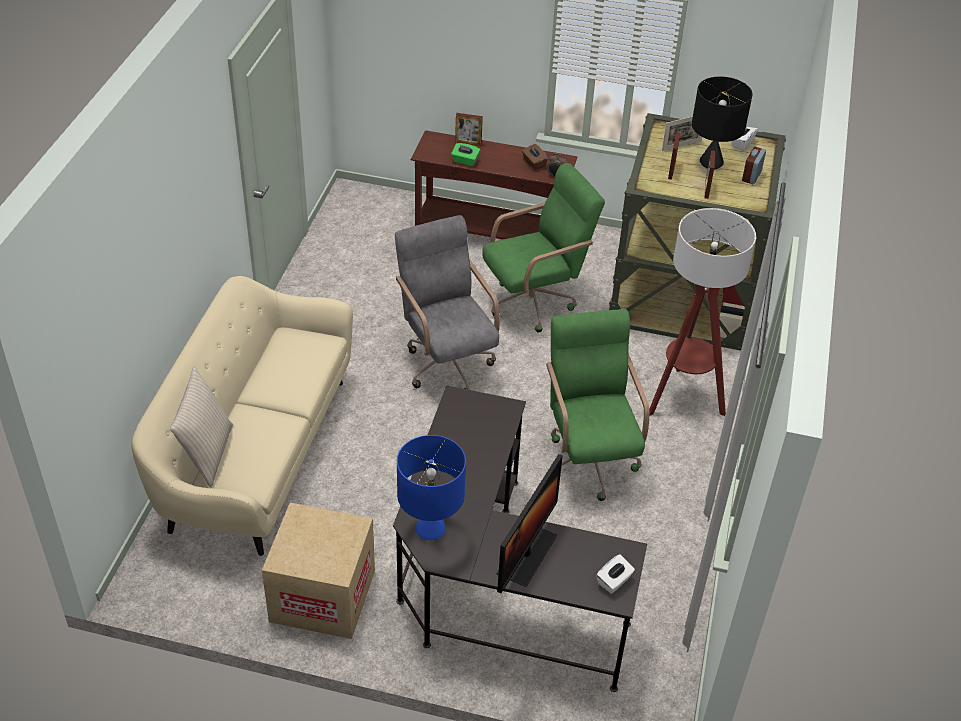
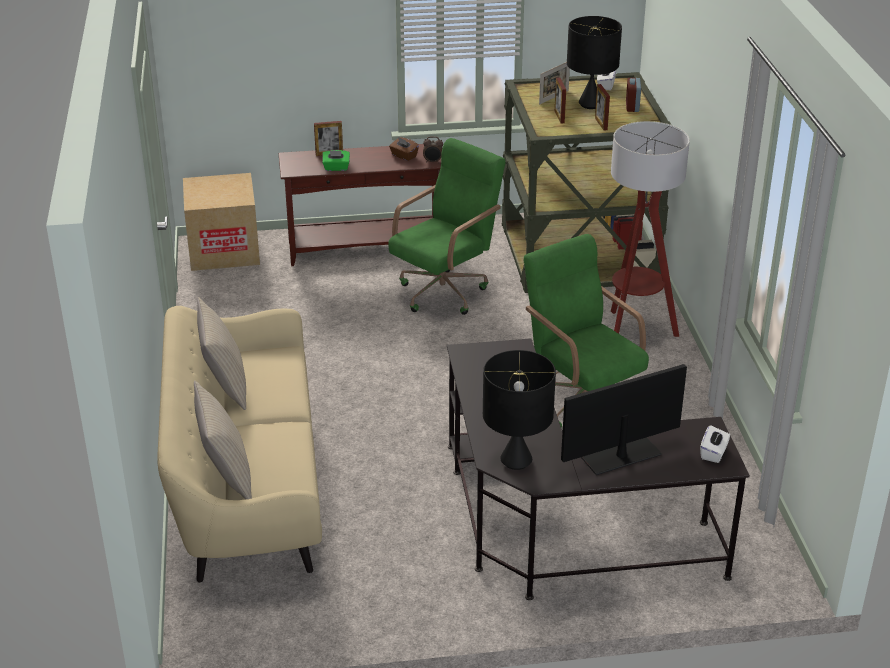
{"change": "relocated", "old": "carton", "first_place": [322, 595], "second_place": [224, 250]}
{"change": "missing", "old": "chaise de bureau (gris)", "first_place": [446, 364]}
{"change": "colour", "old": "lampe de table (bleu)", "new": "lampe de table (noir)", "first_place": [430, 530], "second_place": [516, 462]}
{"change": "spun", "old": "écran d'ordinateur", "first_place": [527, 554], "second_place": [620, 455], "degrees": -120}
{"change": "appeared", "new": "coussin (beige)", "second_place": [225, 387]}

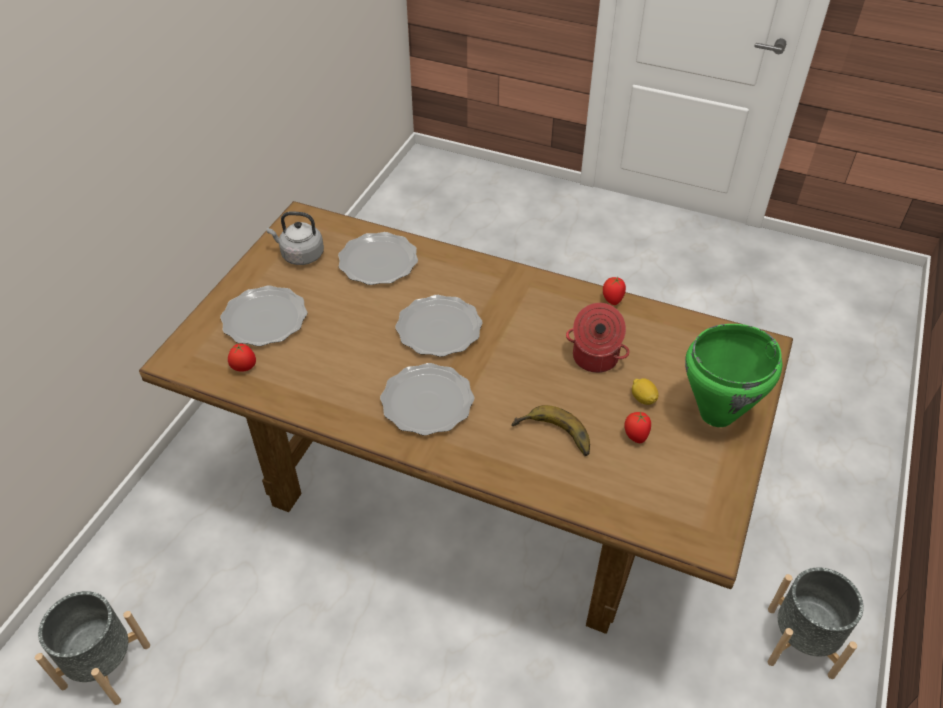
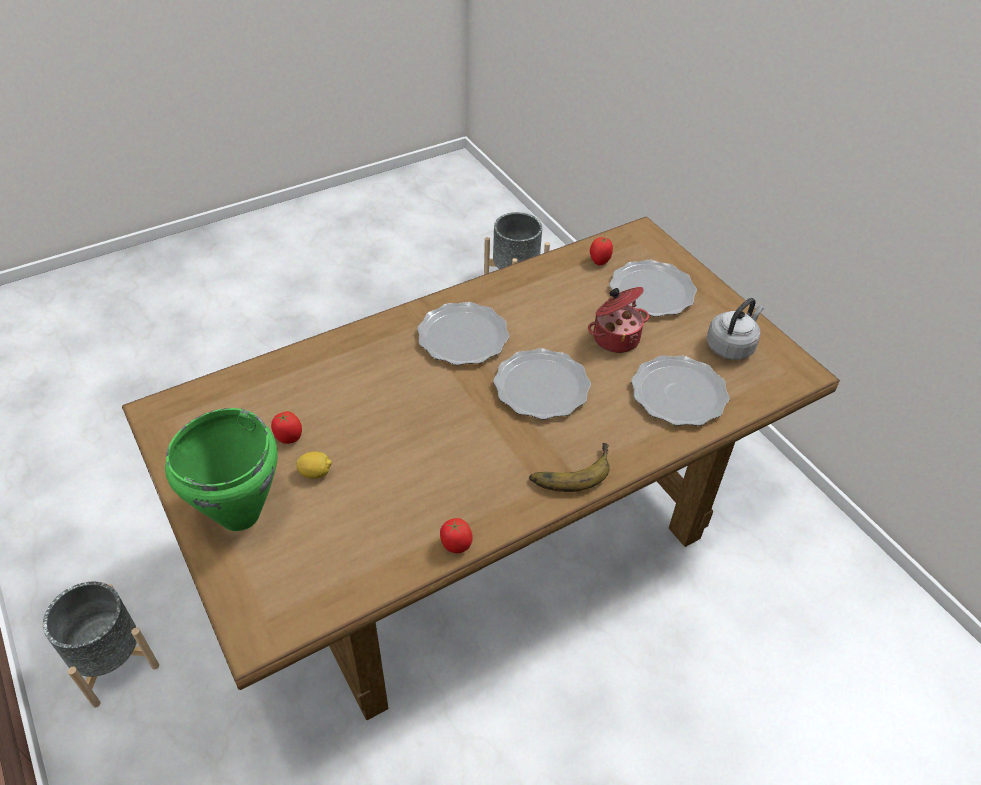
{"change": "relocated", "old": "banane", "first_place": [552, 438], "second_place": [569, 469]}
{"change": "relocated", "old": "marmite", "first_place": [594, 358], "second_place": [615, 337]}

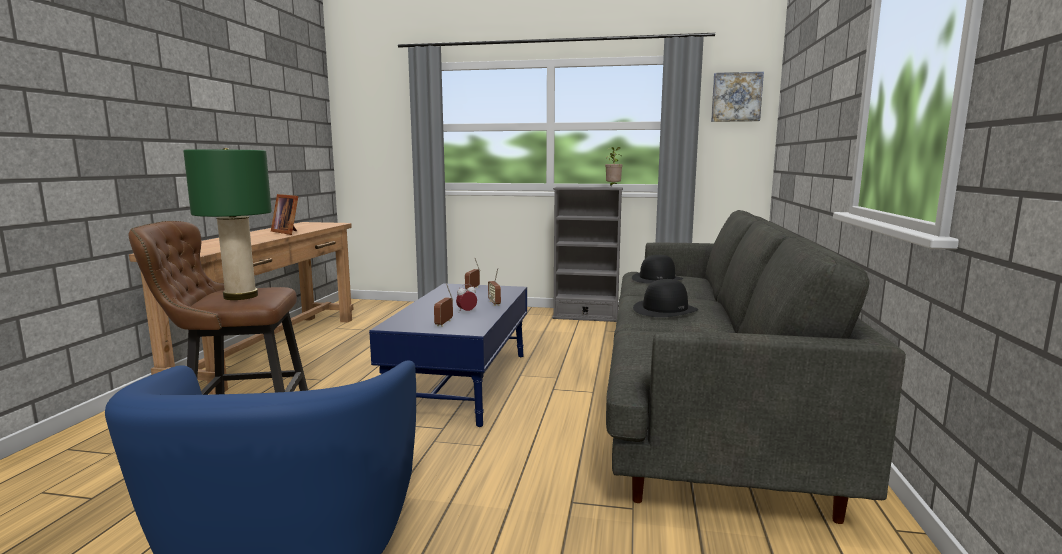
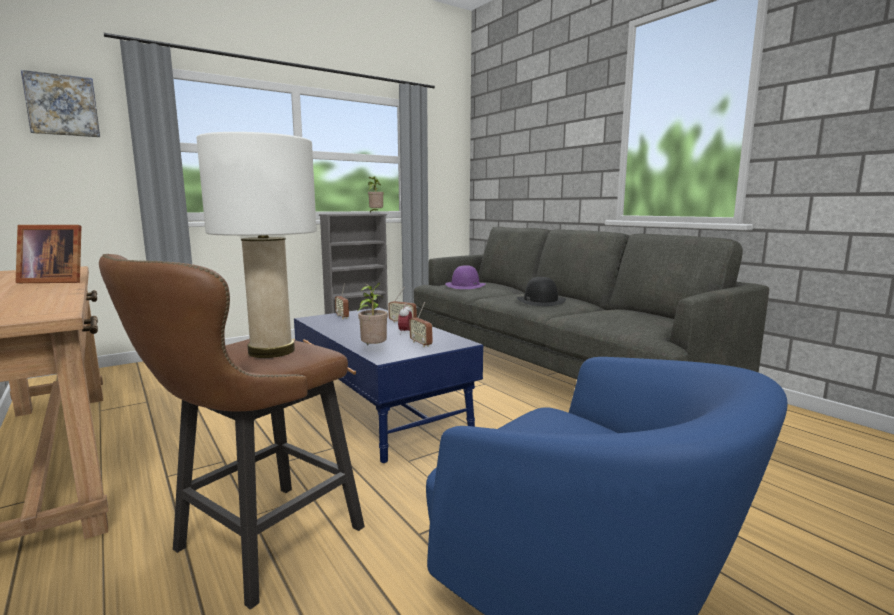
{"change": "colour", "old": "lampe de table (vert)", "new": "lampe de table (blanc)", "first_place": [241, 296], "second_place": [272, 351]}
{"change": "colour", "old": "chapeau (noir)", "new": "chapeau (violet)", "first_place": [657, 279], "second_place": [465, 285]}
{"change": "relocated", "old": "tableau", "first_place": [736, 97], "second_place": [62, 105]}
{"change": "appeared", "new": "plante en pot", "second_place": [373, 350]}

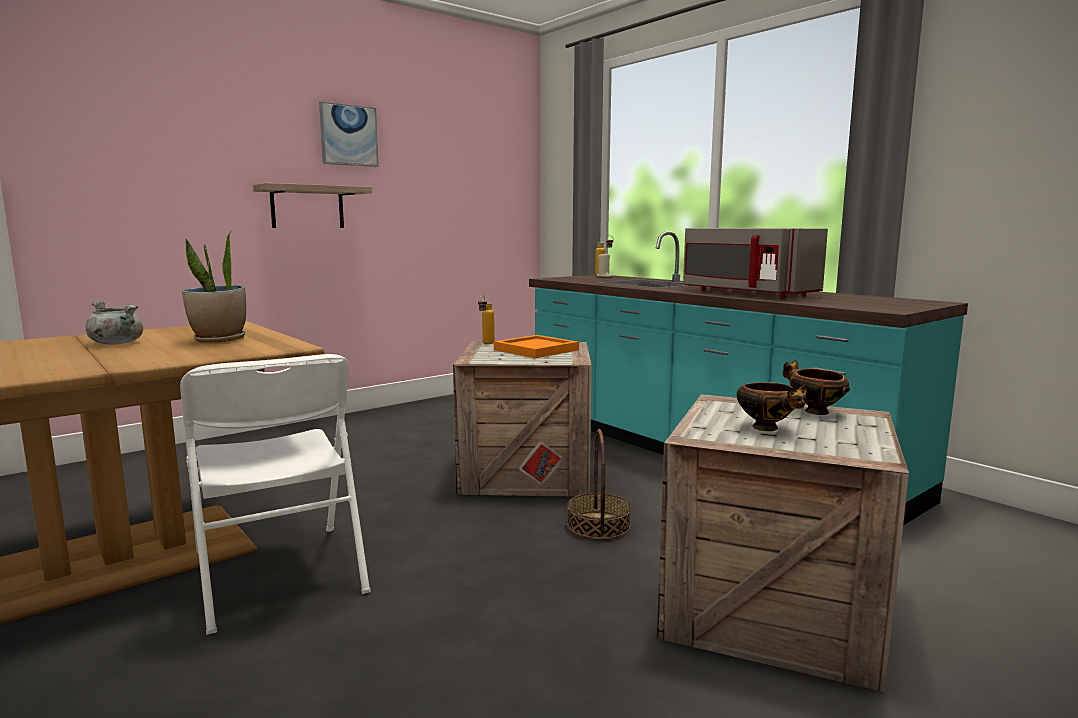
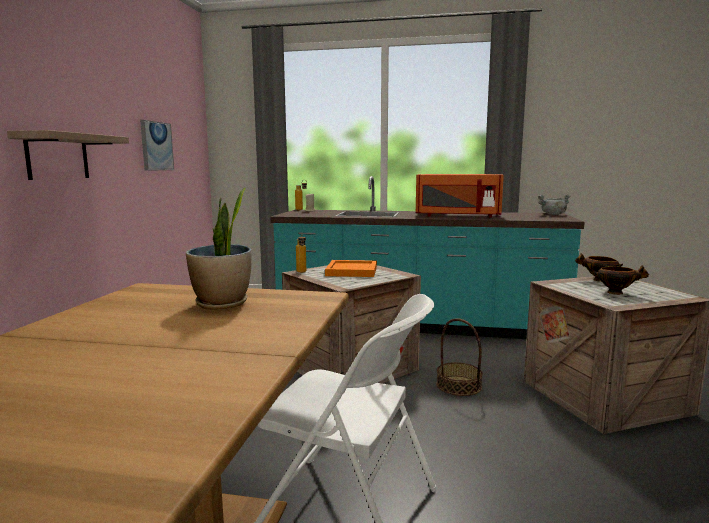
{"change": "relocated", "old": "marmite (gris)", "first_place": [116, 343], "second_place": [553, 214]}
{"change": "relocated", "old": "tableau", "first_place": [348, 135], "second_place": [156, 146]}
{"change": "colour", "old": "micro-ondes (gris)", "new": "micro-ondes (orange)", "first_place": [745, 293], "second_place": [457, 216]}

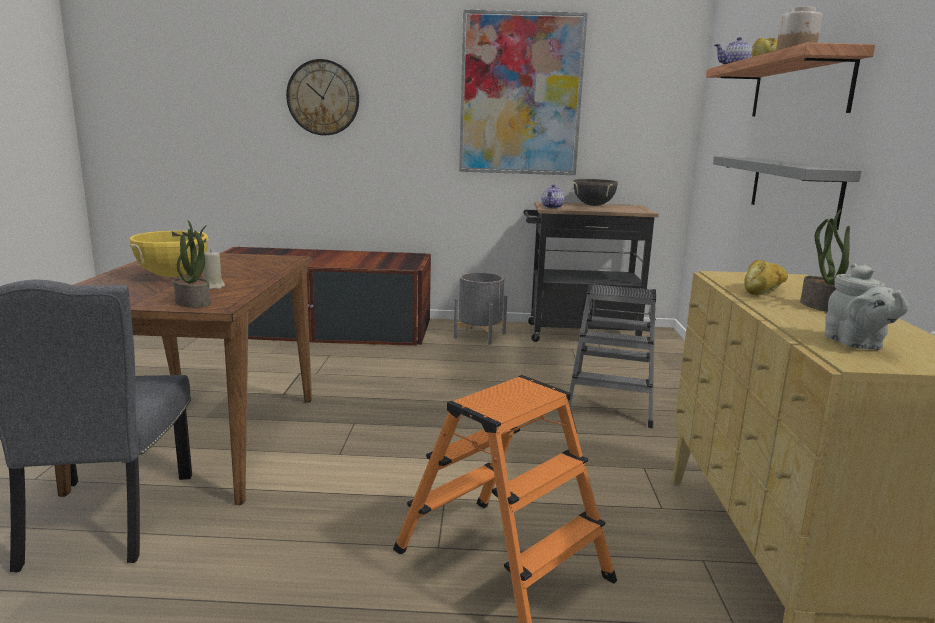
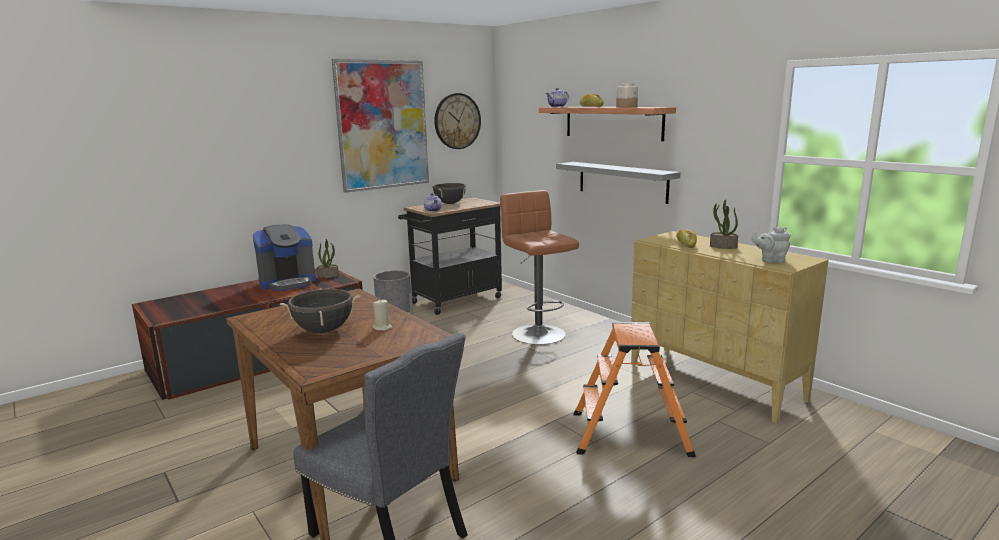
{"change": "colour", "old": "marmite (jaune)", "new": "marmite (noir)", "first_place": [173, 276], "second_place": [323, 331]}
{"change": "relocated", "old": "plante en pot", "first_place": [194, 302], "second_place": [328, 276]}
{"change": "relocated", "old": "horloge murale", "first_place": [323, 97], "second_place": [457, 121]}
{"change": "exchanged", "old": "escabeau (gris)", "new": "tabouret (marron)", "first_place": [611, 398], "second_place": [538, 334]}
{"change": "spun", "old": "théière (gris)", "first_place": [856, 344], "second_place": [770, 260], "degrees": 150}
{"change": "appeared", "new": "machine à café", "second_place": [288, 282]}

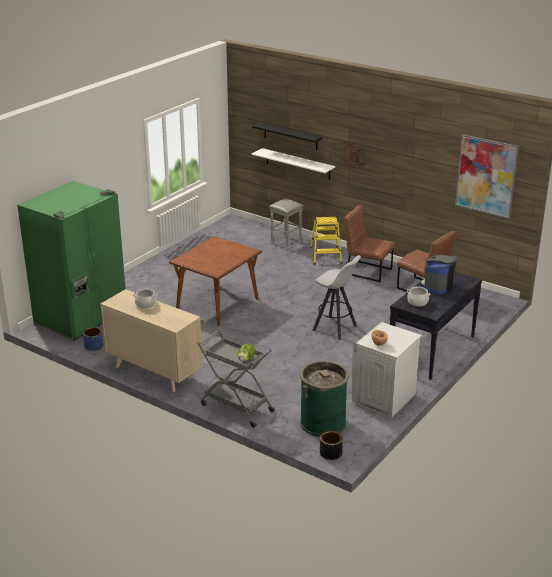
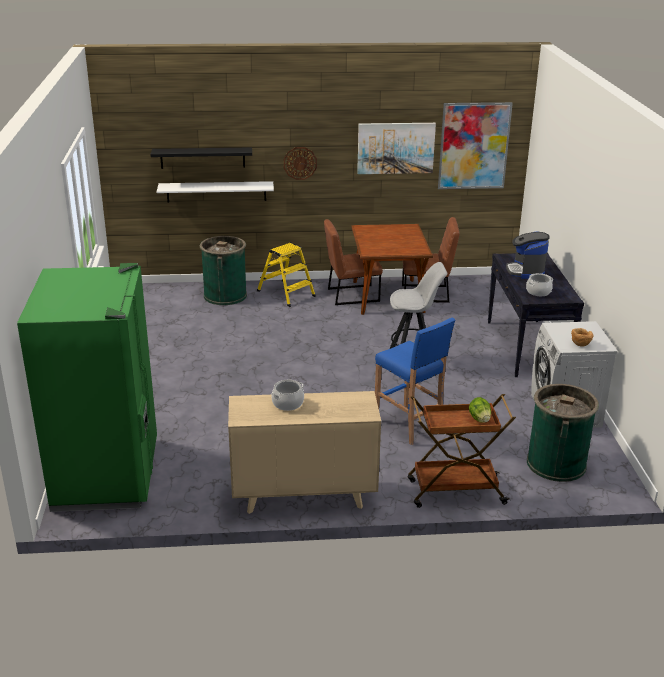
{"change": "missing", "old": "cache-pot (bleu)", "first_place": [93, 346]}
{"change": "relocated", "old": "table à manger (marron)", "first_place": [217, 304], "second_place": [388, 297]}
{"change": "colour", "old": "chariot (gris)", "new": "chariot (marron)", "first_place": [236, 408], "second_place": [455, 492]}
{"change": "exchanged", "old": "tabouret (gris)", "new": "poubelle (vert)", "first_place": [285, 243], "second_place": [225, 295]}
{"change": "missing", "old": "cache-pot (noir)", "first_place": [330, 453]}
{"change": "appeared", "new": "tableau", "second_place": [395, 148]}
{"change": "appeared", "new": "tabouret (bleu)", "second_place": [409, 426]}

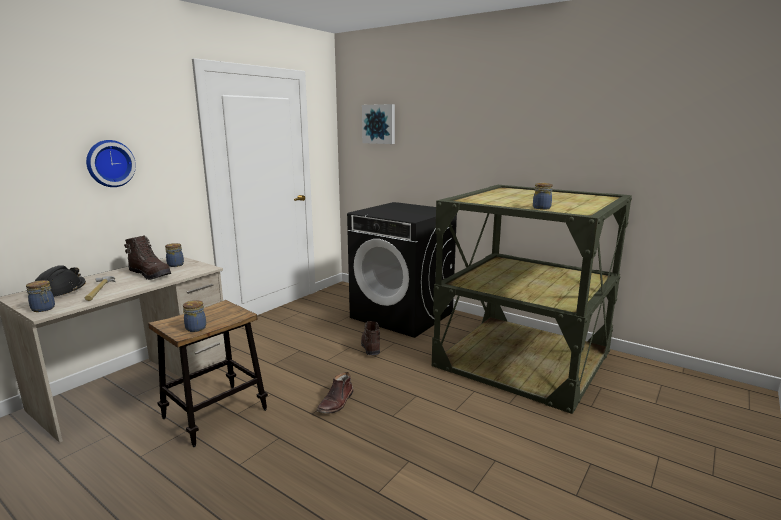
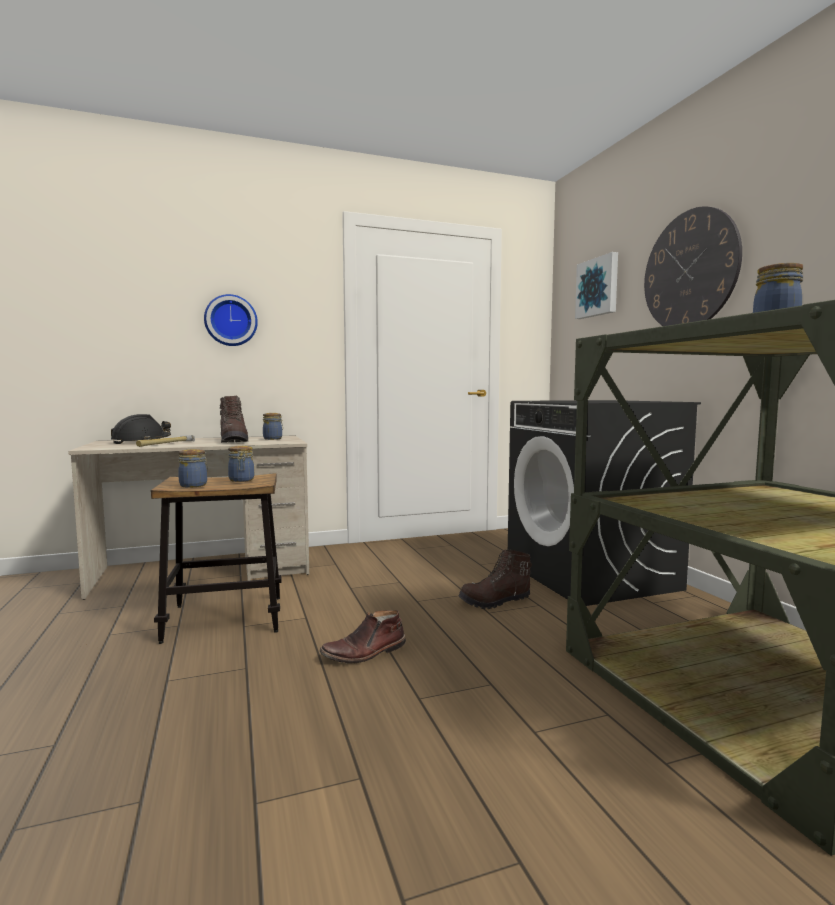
{"change": "relocated", "old": "bocal", "first_place": [43, 309], "second_place": [241, 480]}
{"change": "spun", "old": "botte (marron)", "first_place": [370, 347], "second_place": [495, 602], "degrees": -135}
{"change": "appeared", "new": "horloge murale", "second_place": [689, 270]}

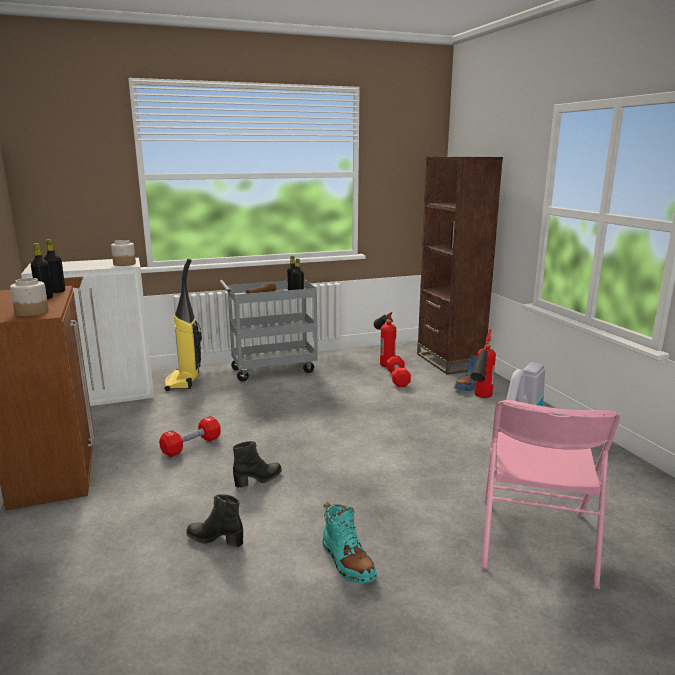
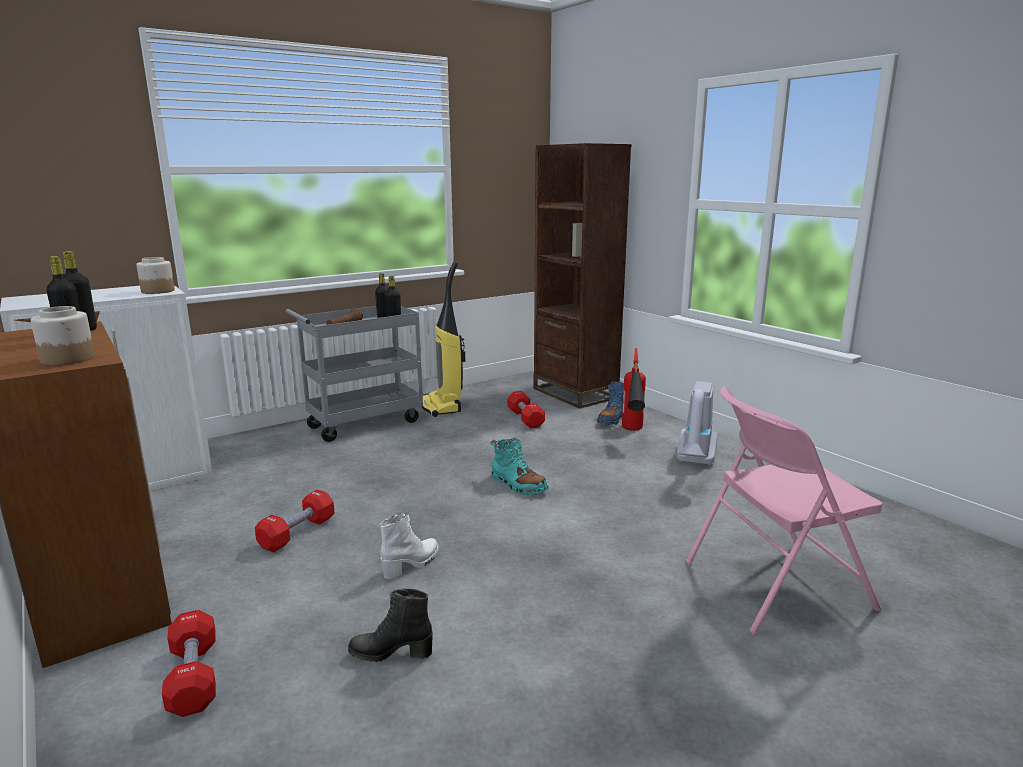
{"change": "relocated", "old": "aspirateur", "first_place": [183, 382], "second_place": [442, 407]}
{"change": "colour", "old": "botte (noir)", "new": "botte (blanc)", "first_place": [258, 479], "second_place": [412, 564]}
{"change": "relocated", "old": "botte (turquoise)", "first_place": [347, 562], "second_place": [518, 485]}
{"change": "missing", "old": "extincteur", "first_place": [384, 359]}
{"change": "spun", "old": "chaise (rose)", "first_place": [534, 540], "second_place": [777, 585], "degrees": 75}
{"change": "appeared", "new": "haltère (rouge)", "second_place": [194, 677]}

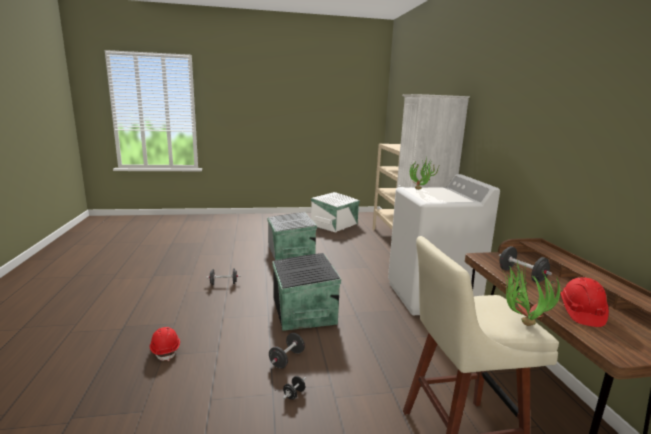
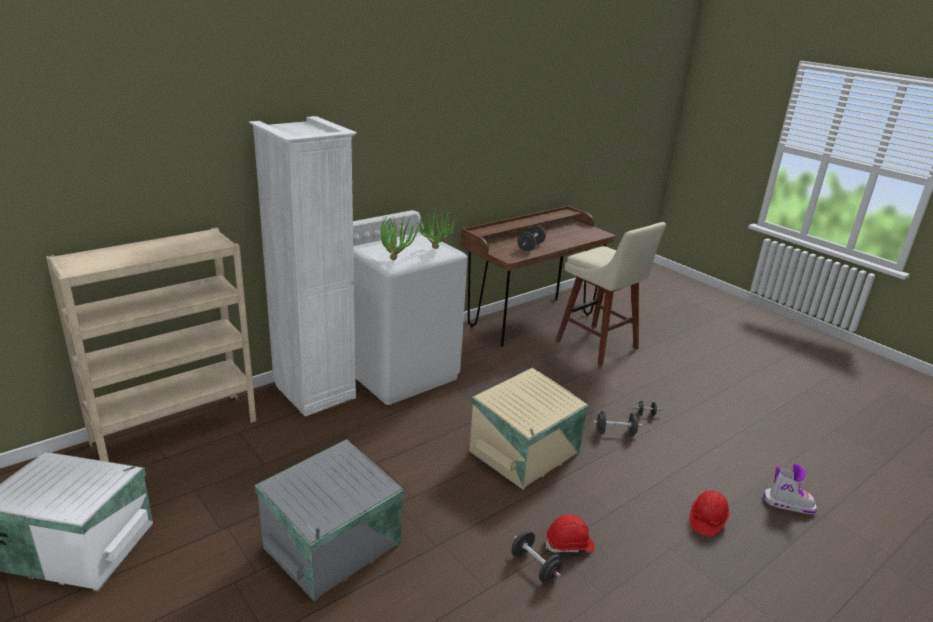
{"change": "colour", "old": "boîte de rangement (noir)", "new": "boîte de rangement (beige)", "first_place": [302, 311], "second_place": [526, 452]}
{"change": "relocated", "old": "plante en pot", "first_place": [520, 324], "second_place": [436, 250]}
{"change": "relocated", "old": "casque de chantier (rouge)", "first_place": [581, 313], "second_place": [569, 544]}
{"change": "appeared", "new": "botte", "second_place": [788, 504]}

